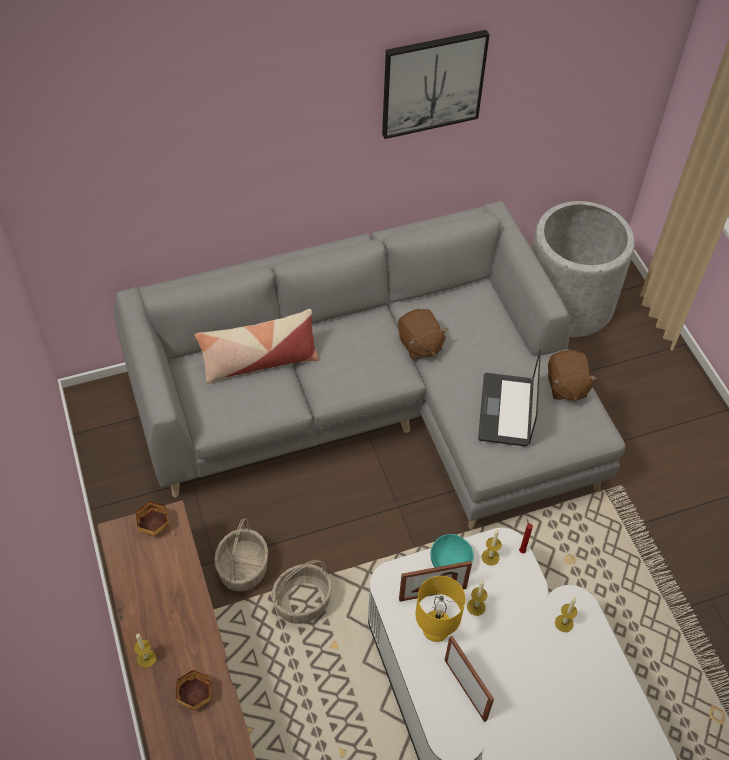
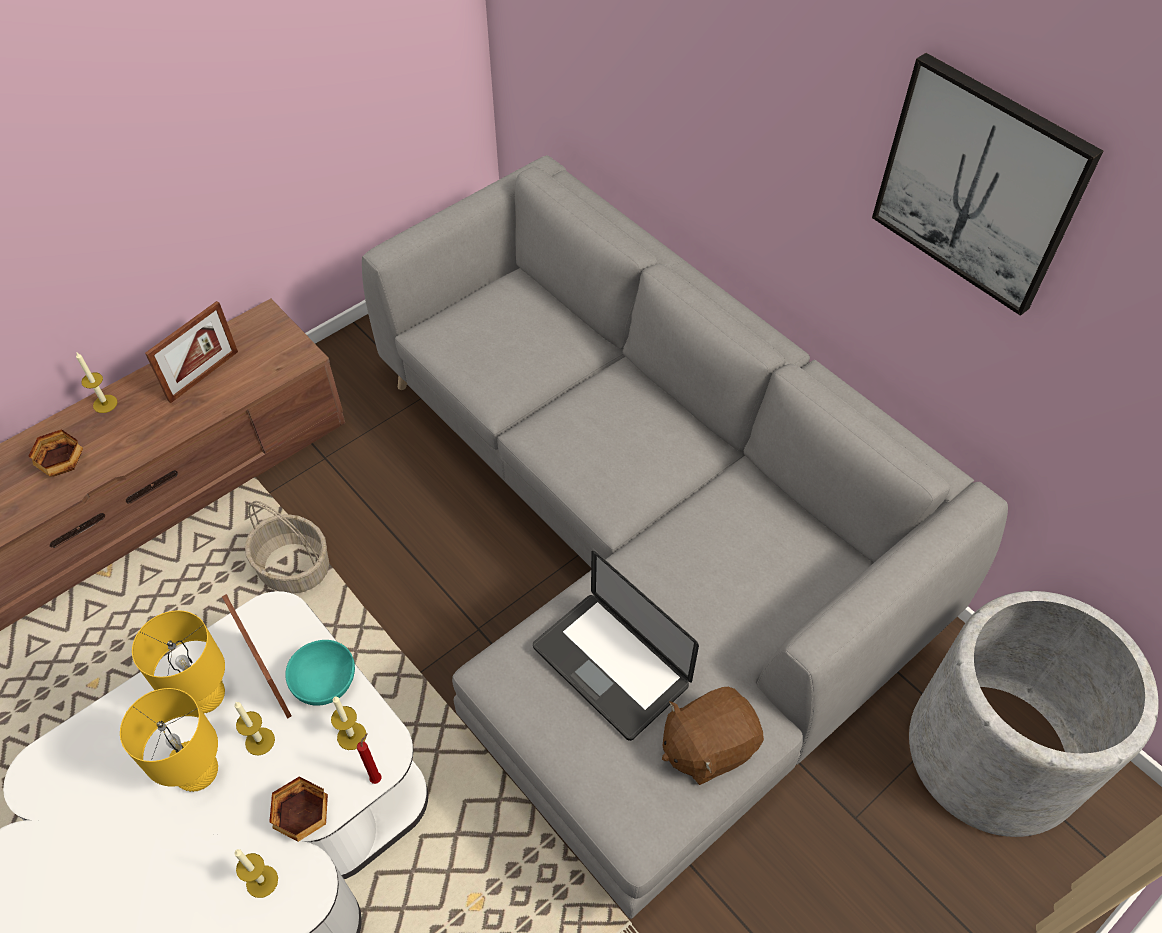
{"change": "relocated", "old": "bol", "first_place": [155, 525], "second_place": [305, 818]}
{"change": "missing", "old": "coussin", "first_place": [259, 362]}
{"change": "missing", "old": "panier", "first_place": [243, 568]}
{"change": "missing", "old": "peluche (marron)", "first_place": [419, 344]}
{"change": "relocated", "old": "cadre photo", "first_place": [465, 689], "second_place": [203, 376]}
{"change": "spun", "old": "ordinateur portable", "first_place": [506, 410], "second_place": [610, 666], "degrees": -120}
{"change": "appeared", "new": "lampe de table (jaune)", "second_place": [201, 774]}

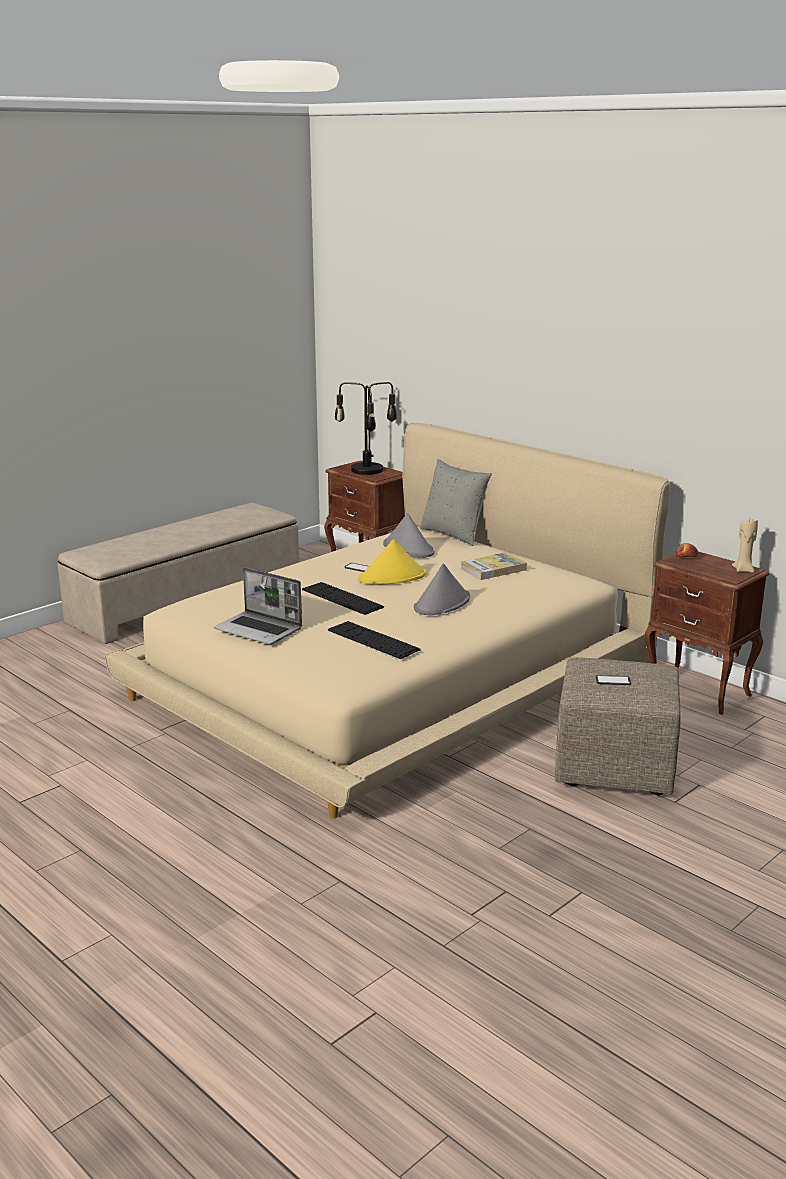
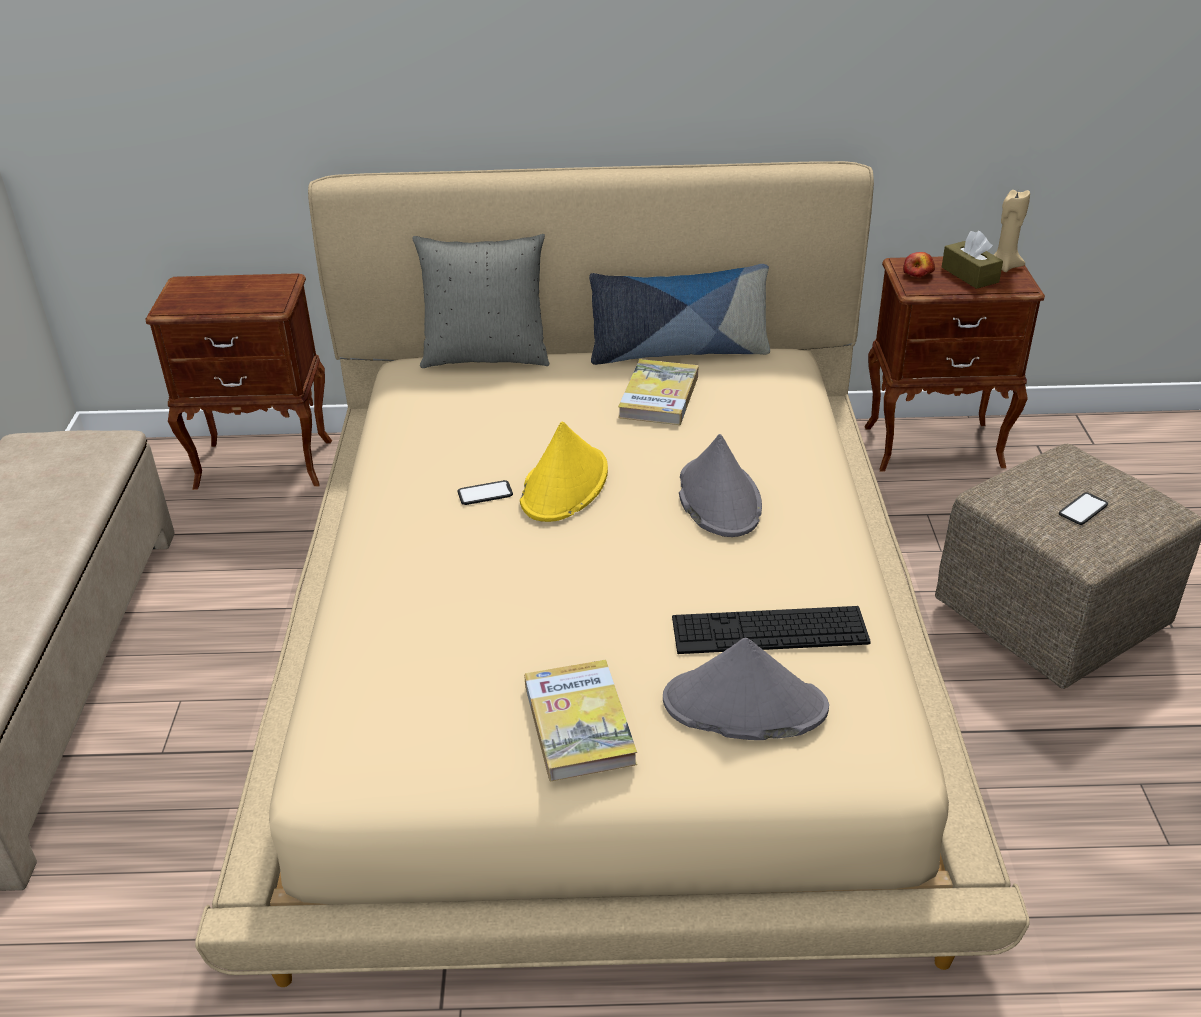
{"change": "exchanged", "old": "ordinateur portable", "new": "livre", "first_place": [259, 630], "second_place": [579, 724]}
{"change": "missing", "old": "clavier", "first_place": [342, 598]}
{"change": "missing", "old": "lampe de table", "first_place": [367, 470]}
{"change": "relocated", "old": "chapeau (gris)", "first_place": [408, 548], "second_place": [744, 705]}
{"change": "appeared", "new": "coussin", "second_place": [678, 352]}
{"change": "appeared", "new": "boîte à mouchoirs (marron)", "second_place": [969, 275]}

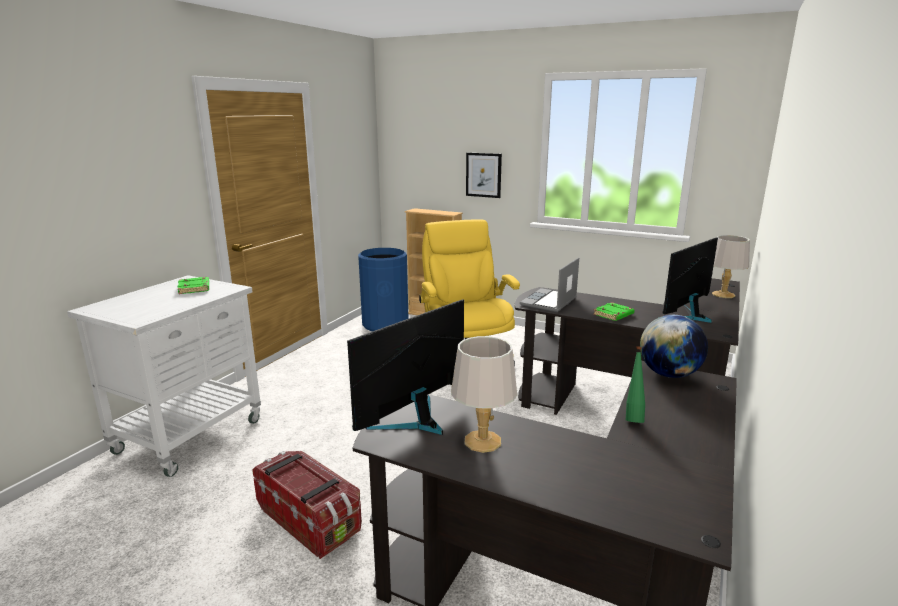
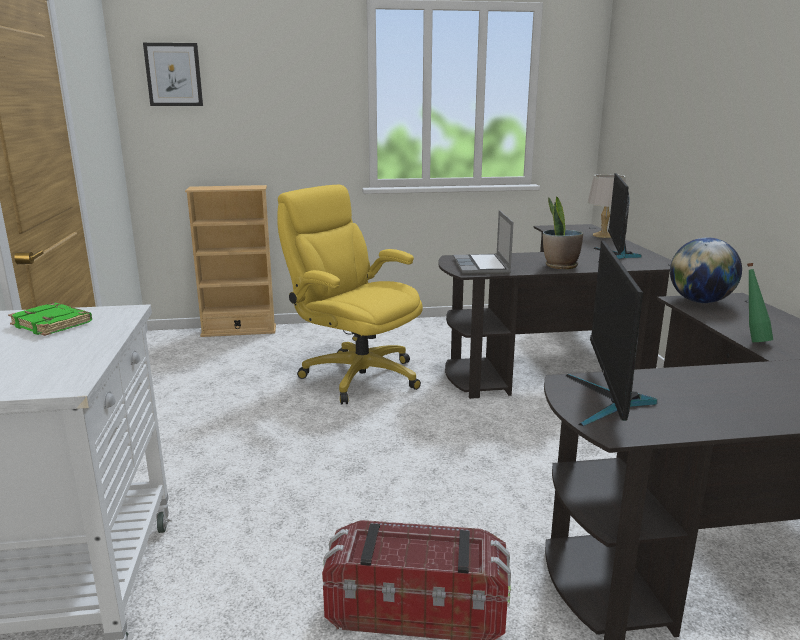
{"change": "missing", "old": "poubelle (bleu)", "first_place": [385, 324]}
{"change": "missing", "old": "lampe de table (gris)", "first_place": [482, 441]}
{"change": "relocated", "old": "tableau", "first_place": [483, 175], "second_place": [173, 74]}
{"change": "exchanged", "old": "livre (vert)", "new": "plante en pot", "first_place": [613, 315], "second_place": [560, 266]}

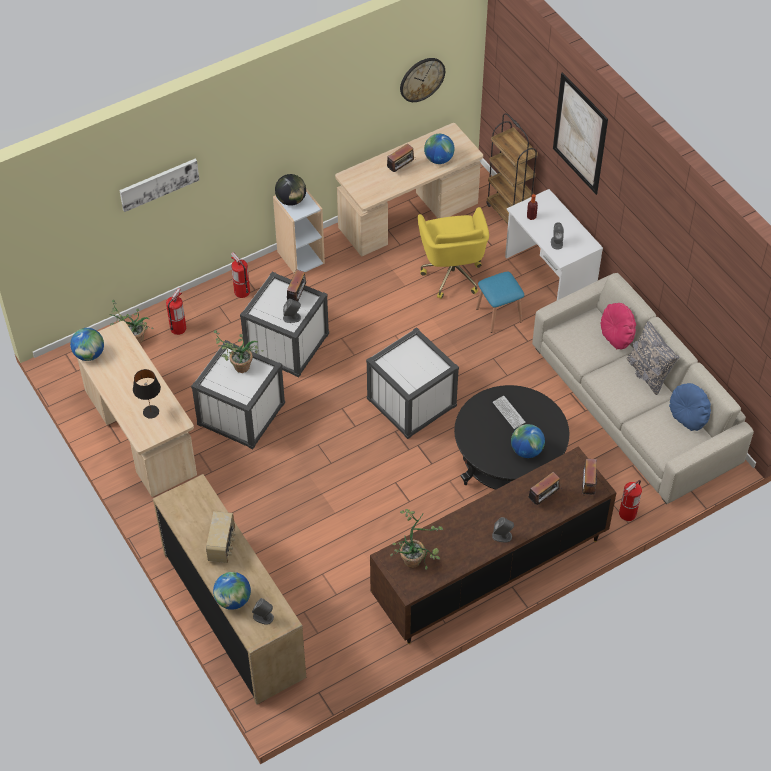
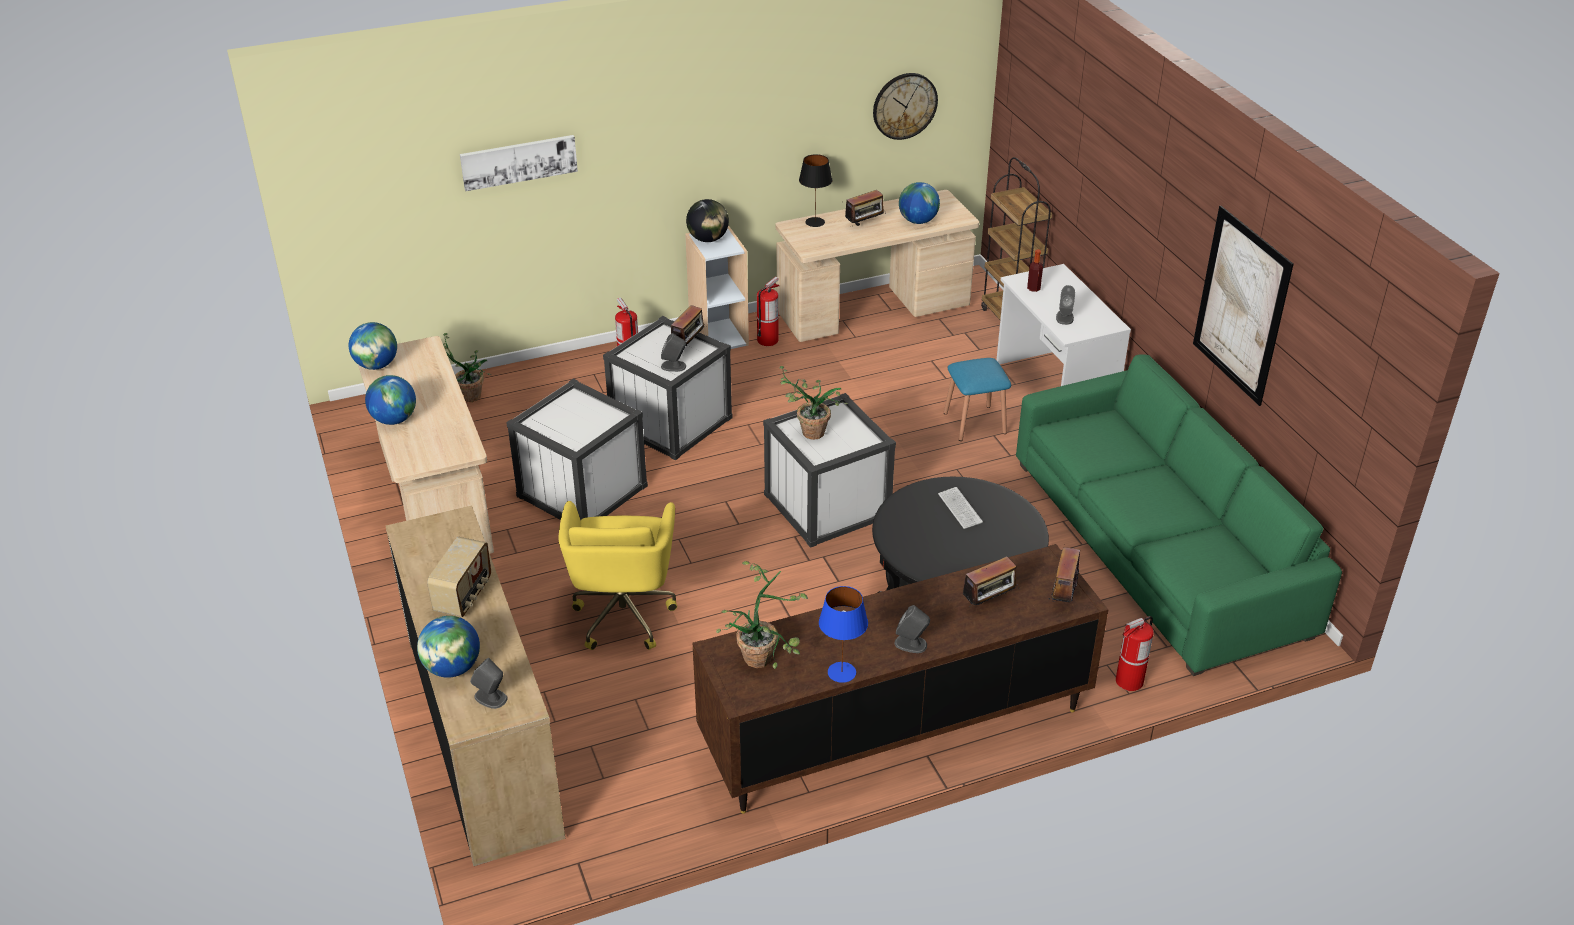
{"change": "relocated", "old": "lampe de table (noir)", "first_place": [150, 411], "second_place": [814, 222]}
{"change": "relocated", "old": "extincteur", "first_place": [178, 328], "second_place": [768, 340]}
{"change": "relocated", "old": "plante en pot", "first_place": [237, 367], "second_place": [807, 432]}
{"change": "relocated", "old": "chaise de bureau (jaune)", "first_place": [451, 274], "second_place": [624, 615]}
{"change": "relocated", "old": "globe", "first_place": [526, 450], "second_place": [394, 419]}
{"change": "colour", "old": "canapé (beige)", "new": "canapé (vert)", "first_place": [635, 405], "second_place": [1158, 546]}
{"change": "relocated", "old": "tableau", "first_place": [580, 134], "second_place": [1241, 305]}
{"change": "missing", "old": "coussin (rose)", "first_place": [616, 338]}
{"change": "missing", "old": "coussin (gris)", "first_place": [647, 374]}
{"change": "missing", "old": "coussin (bleu)", "first_place": [687, 419]}
{"change": "appeared", "new": "lampe de table (bleu)", "second_place": [841, 672]}

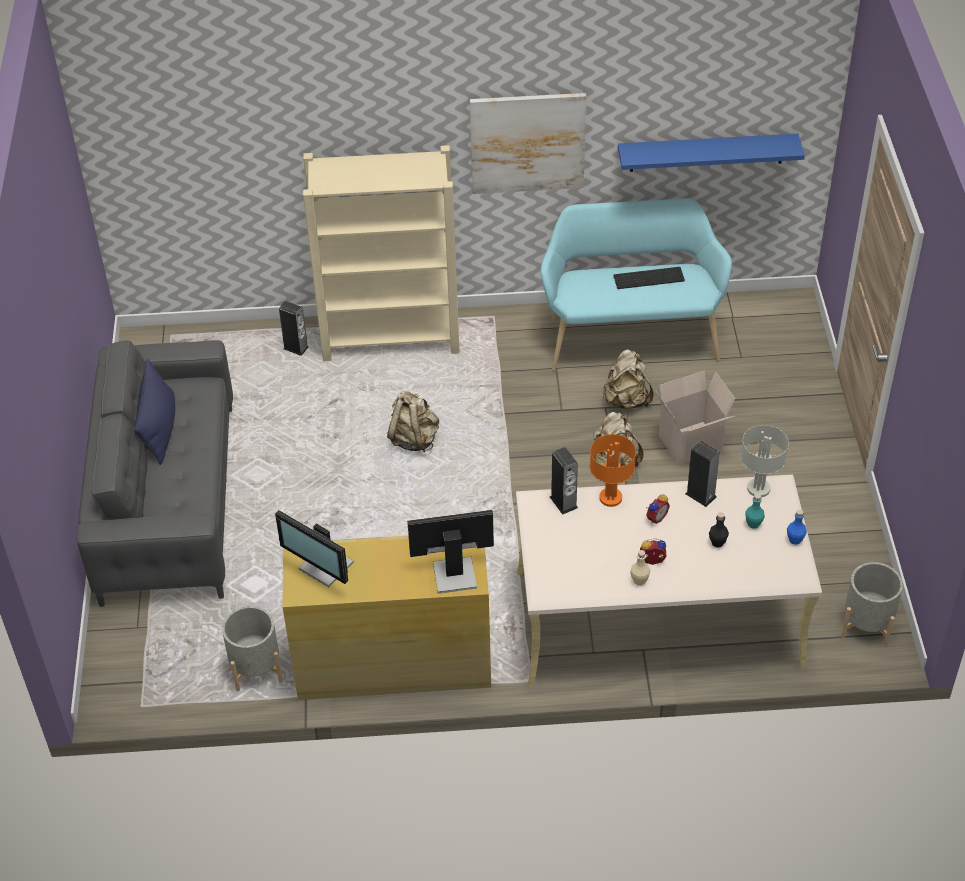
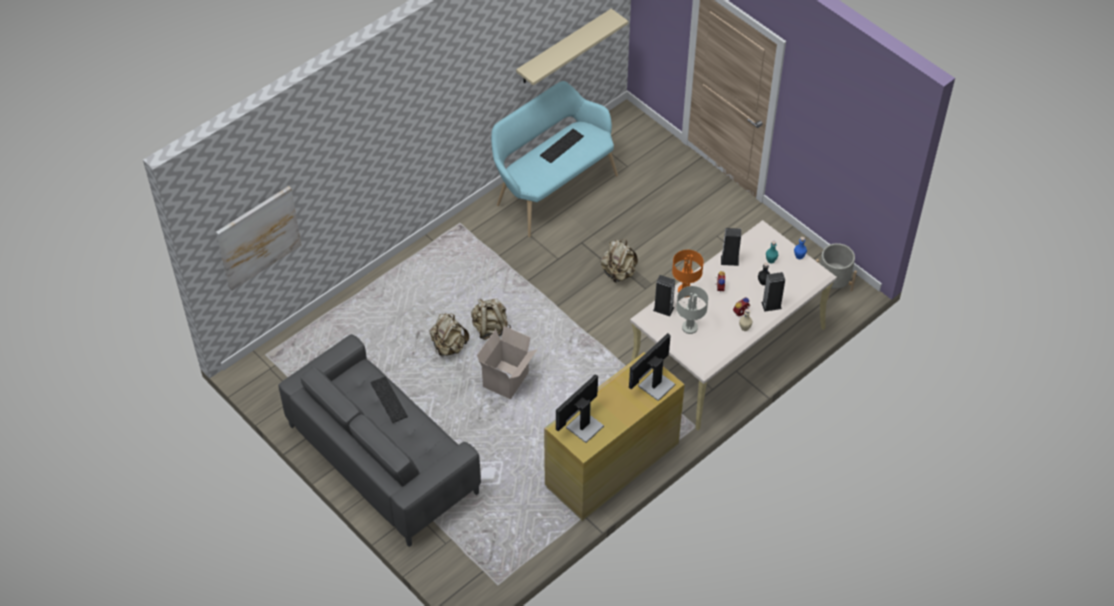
{"change": "missing", "old": "coussin (bleu)", "first_place": [159, 428]}
{"change": "missing", "old": "cache-pot (gris)", "first_place": [256, 668]}
{"change": "spun", "old": "écran d'ordinateur", "first_place": [325, 567], "second_place": [583, 426], "degrees": 135}
{"change": "relocated", "old": "enceinte", "first_place": [296, 348], "second_place": [771, 305]}
{"change": "missing", "old": "bibliothèque (beige)", "first_place": [390, 336]}
{"change": "relocated", "old": "tableau", "first_place": [527, 142], "second_place": [258, 237]}
{"change": "relocated", "old": "sac à dos (beige)", "first_place": [626, 400], "second_place": [449, 346]}
{"change": "colour", "old": "étagère (bleu)", "new": "étagère (beige)", "first_place": [706, 152], "second_place": [564, 47]}
{"change": "relocated", "old": "carton", "first_place": [690, 445], "second_place": [506, 381]}
{"change": "relocated", "old": "lampe de table (gris)", "first_place": [759, 488], "second_place": [689, 327]}
{"change": "appeared", "new": "clavier", "second_place": [387, 399]}

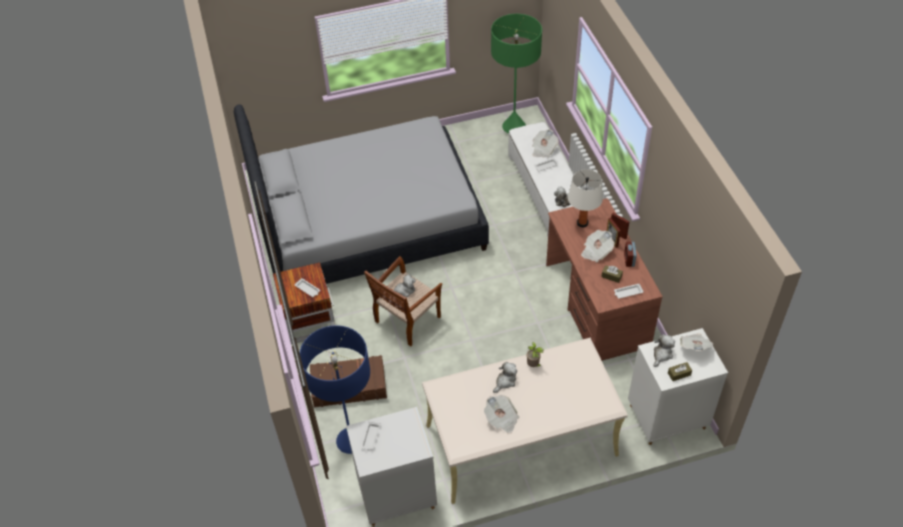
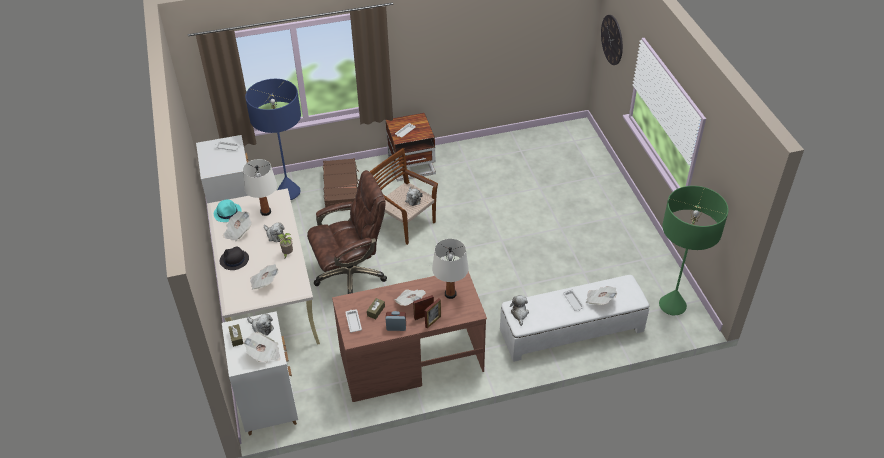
{"change": "missing", "old": "lit (gris)", "first_place": [368, 223]}
{"change": "appeared", "new": "chapeau (turquoise)", "second_place": [227, 212]}
{"change": "appeared", "new": "chapeau (noir)", "second_place": [234, 260]}
{"change": "appeared", "new": "lampe de table (blanc)", "second_place": [265, 212]}
{"change": "appeared", "new": "journal", "second_place": [264, 282]}
{"change": "appeared", "new": "chaise de bureau (marron)", "second_place": [350, 274]}
{"change": "appeared", "new": "horloge murale", "second_place": [612, 39]}

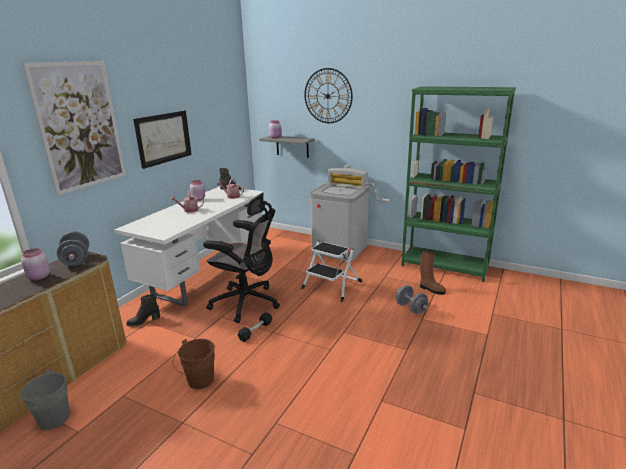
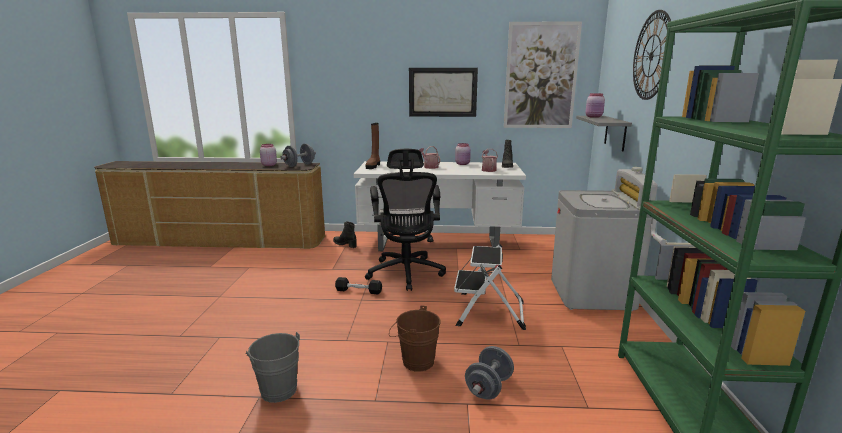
{"change": "relocated", "old": "seau (gris)", "first_place": [50, 419], "second_place": [277, 388]}
{"change": "relocated", "old": "tableau", "first_place": [80, 126], "second_place": [541, 76]}
{"change": "relocated", "old": "seau (marron)", "first_place": [198, 382], "second_place": [414, 361]}
{"change": "relocated", "old": "botte (marron)", "first_place": [431, 289], "second_place": [373, 166]}

